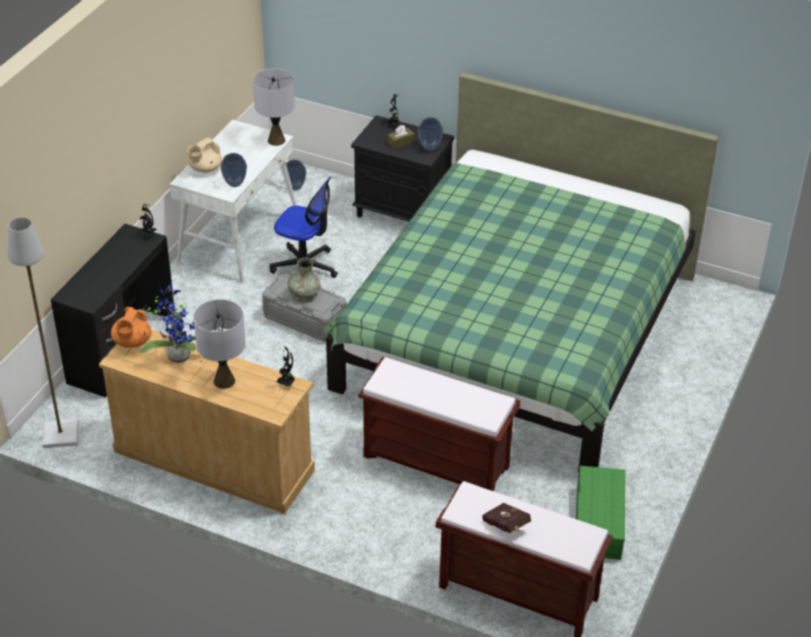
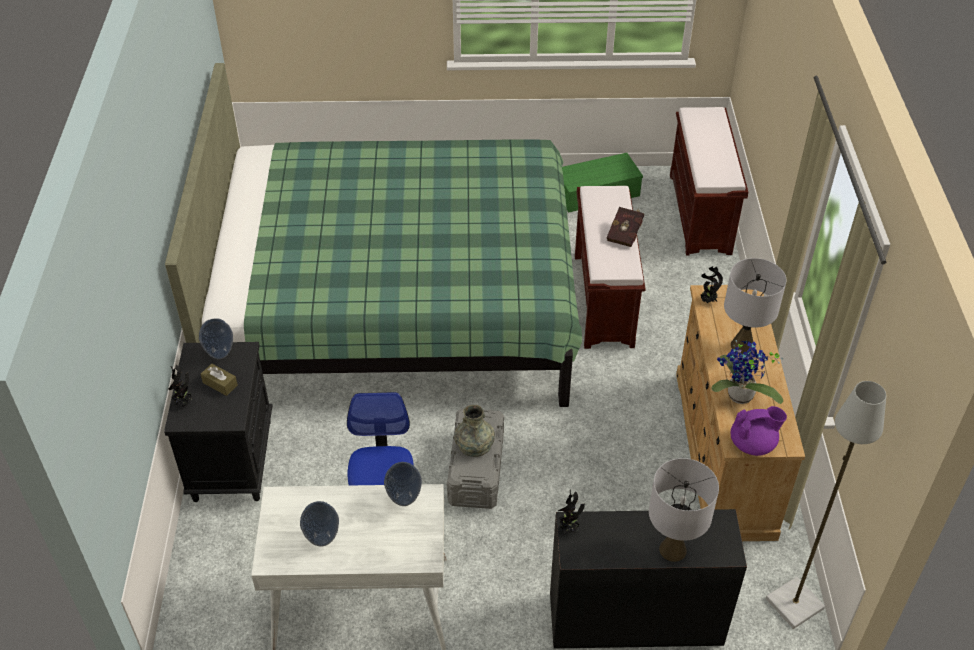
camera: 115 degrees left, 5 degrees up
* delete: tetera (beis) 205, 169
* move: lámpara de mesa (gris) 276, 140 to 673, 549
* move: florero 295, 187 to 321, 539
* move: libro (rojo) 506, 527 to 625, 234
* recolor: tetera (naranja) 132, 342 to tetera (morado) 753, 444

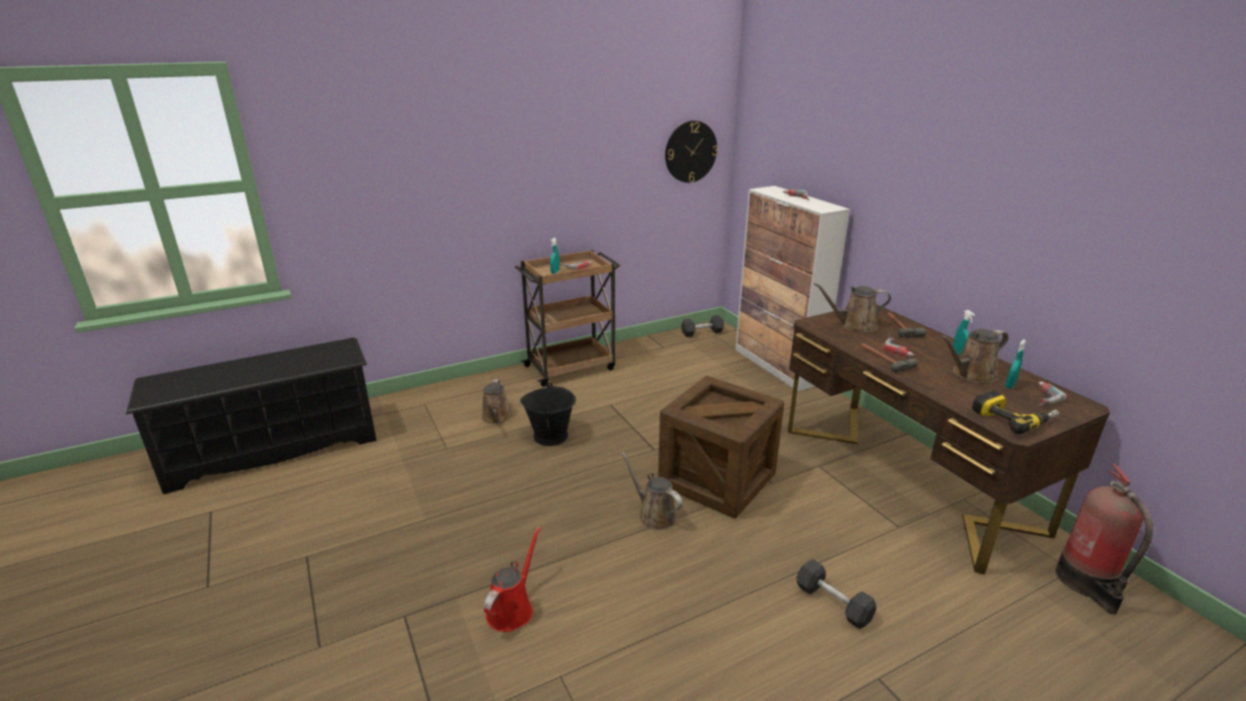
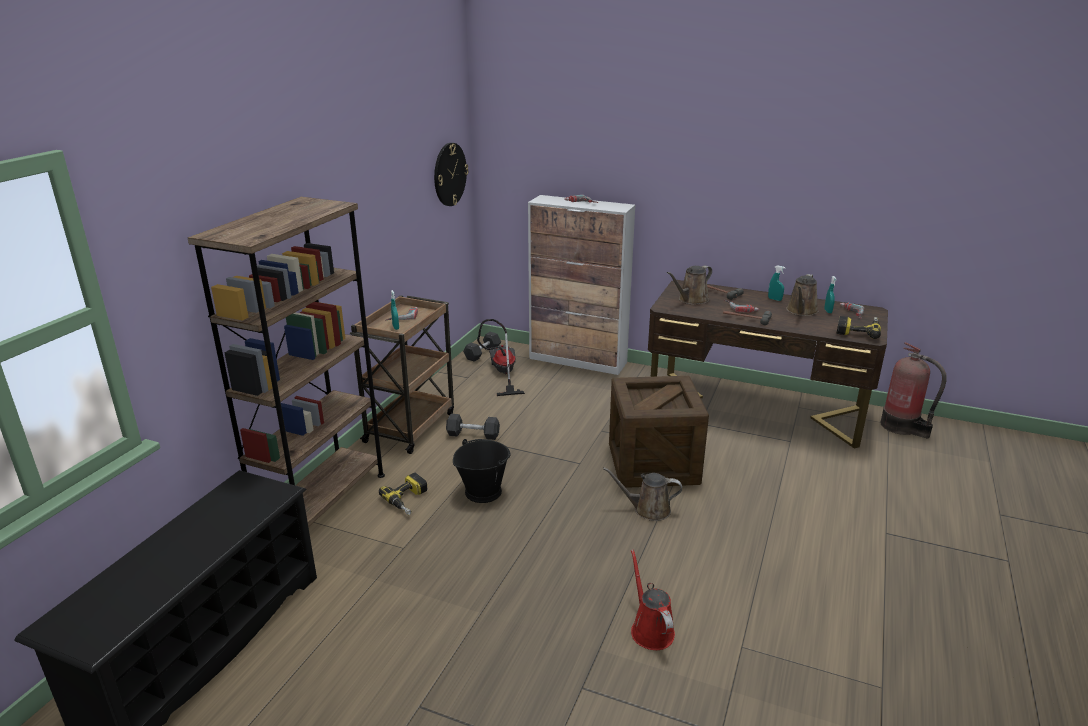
camera: 40 degrees left, 0 degrees up
* insert: estantería (marrón) 322, 504
* insert: aspiradora 502, 373
* move: mancuerna (gris) 833, 603 to 473, 434
* replace: regadera (marrón) 496, 418 to taladro 409, 500

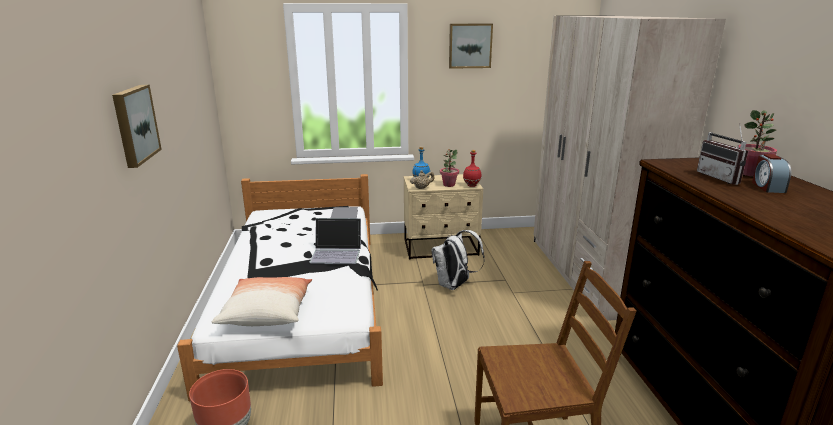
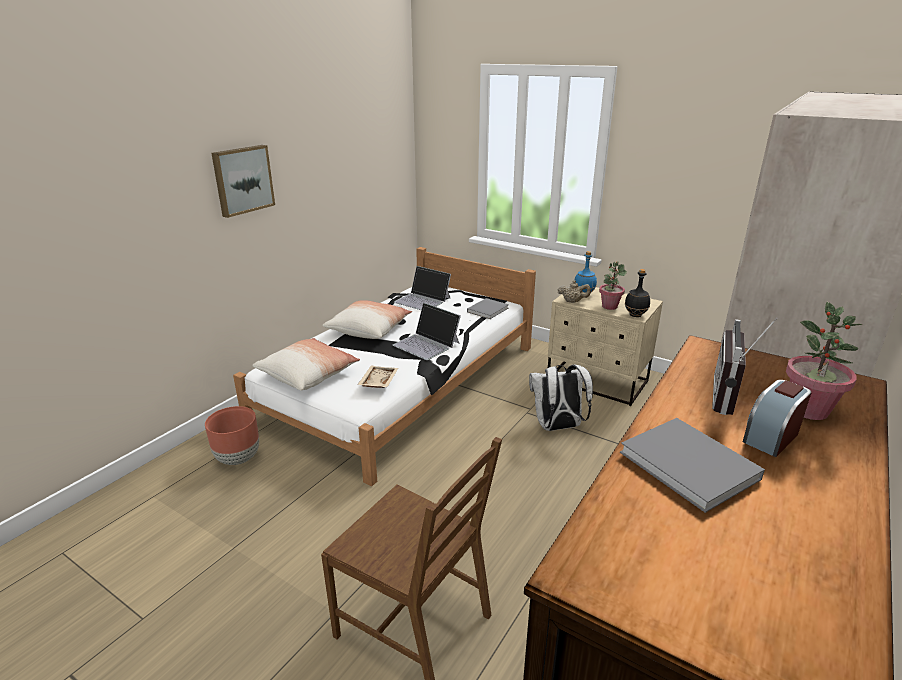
camera: 40 degrees right, 5 degrees up
* delete: cuadro 470, 46
* insert: cojín 369, 329
* insert: bandeja (beis) 378, 382
* insert: portátil 423, 300
* insert: libro (gris) 691, 467
* recolor: botella (rojo) 471, 186 to botella (negro) 635, 315

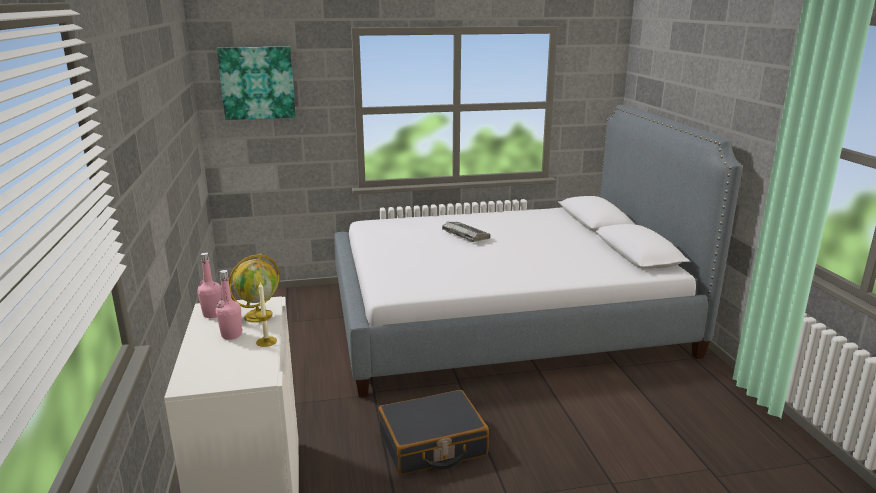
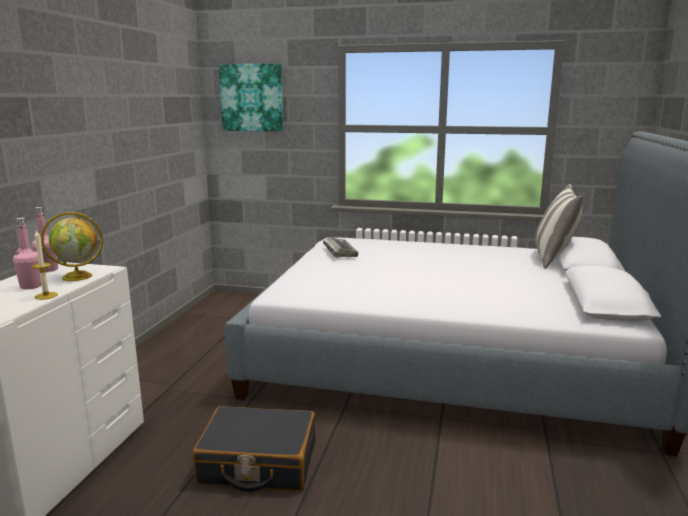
camera: 25 degrees right, 5 degrees down
* insert: cojín 553, 259
* move: teclado 465, 235 to 339, 251

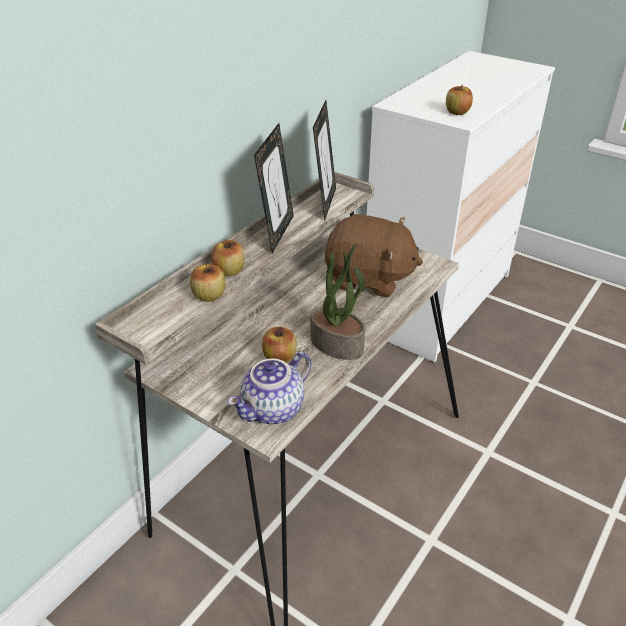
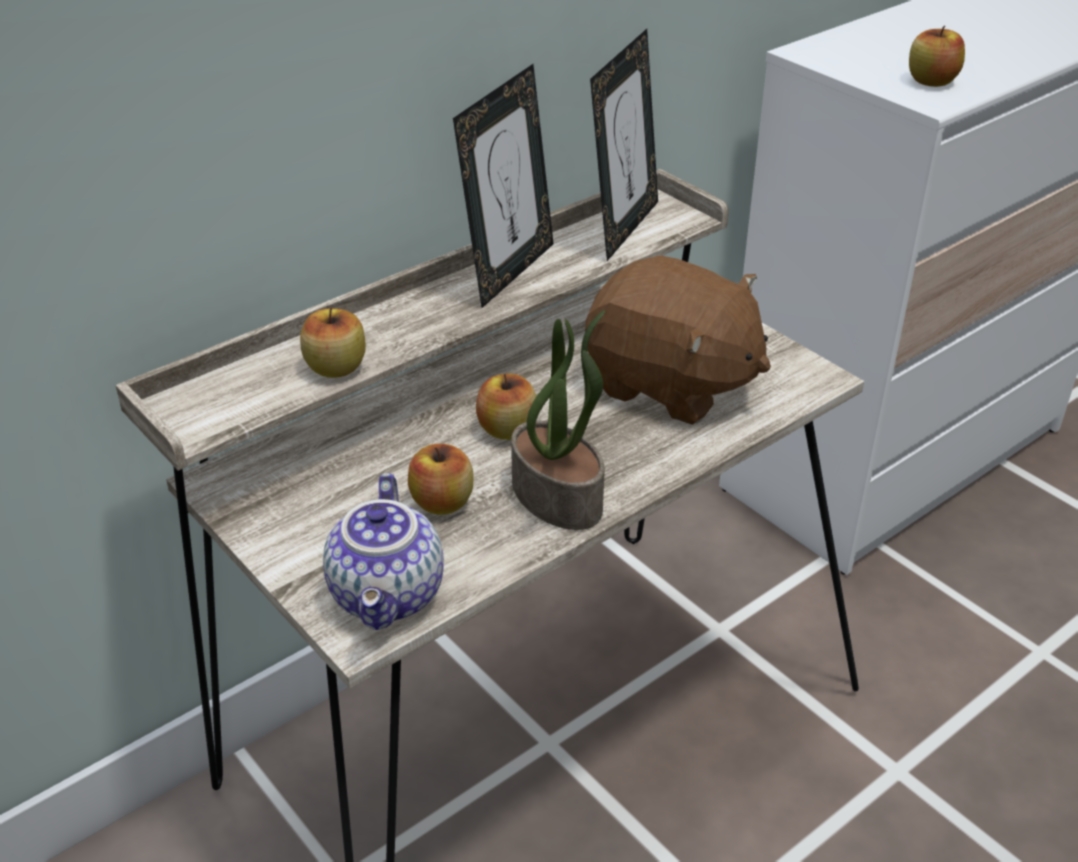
camera: 15 degrees right, 0 degrees up
* move: manzana 229, 271 to 507, 429
* rotate: tetera 273, 410 = 390, 596 60 degrees counterclockwise

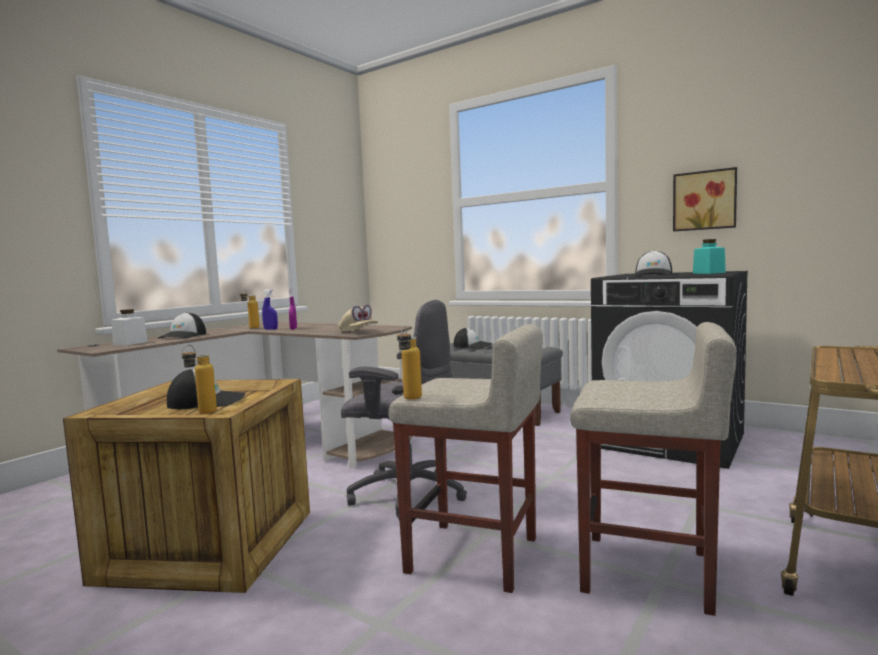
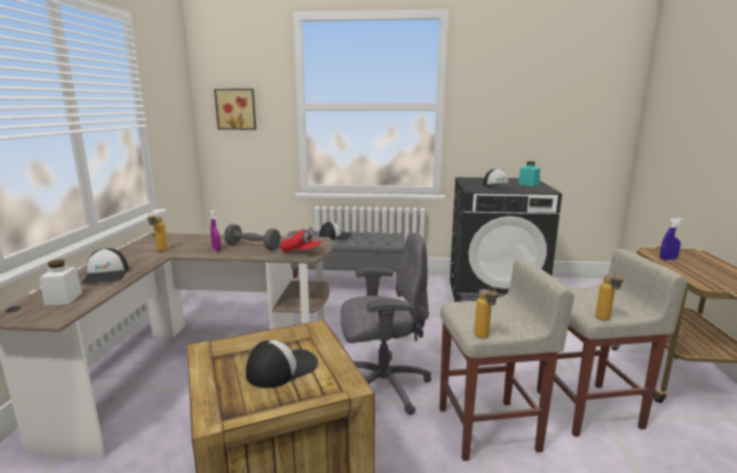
camera: 30 degrees left, 10 degrees up
* insert: mancuerna (gris) 253, 246
* move: botella 201, 413 to 605, 320
* move: pulverizador (azul) 270, 329 to 668, 259
* move: cuadro 704, 200 to 236, 109
* recolor: gorra (beis) 358, 332 to gorra (rojo) 301, 252

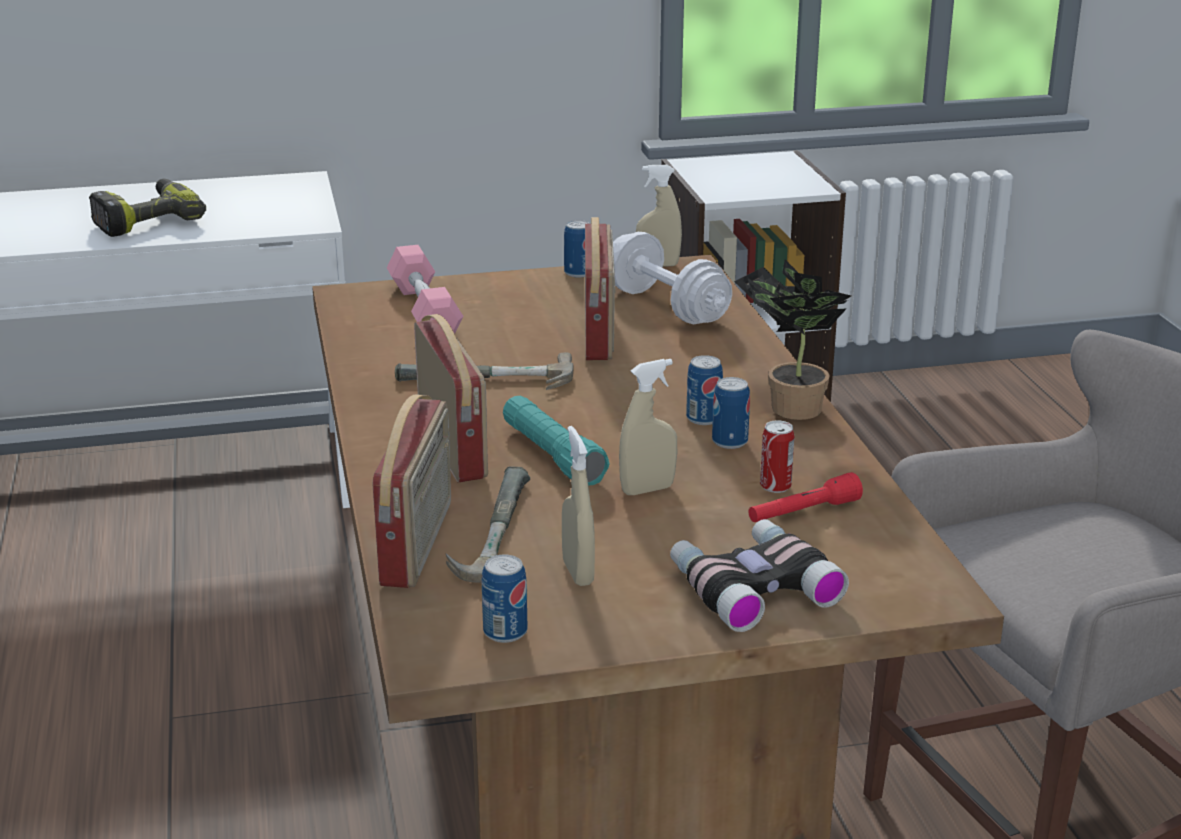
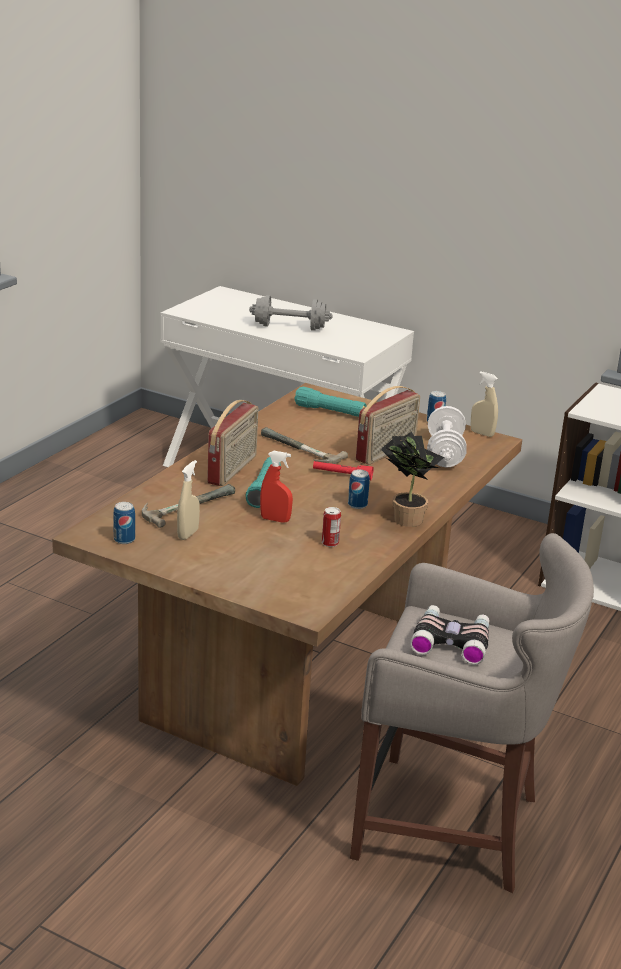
camera: 40 degrees right, 0 degrees up
* delete: radio 419, 544
* delete: lata 729, 442
* move: prismáticos 752, 586 to 451, 641
* move: linterna (rojo) 803, 512 to 342, 475
* replace: taladro 146, 220 to mancuerna (gris) 290, 327
* replace: mancuerna (rosa) 424, 311 to linterna (turquesa) 330, 411
* recolor: pulverizador (beis) 647, 489 to pulverizador (rojo) 275, 519

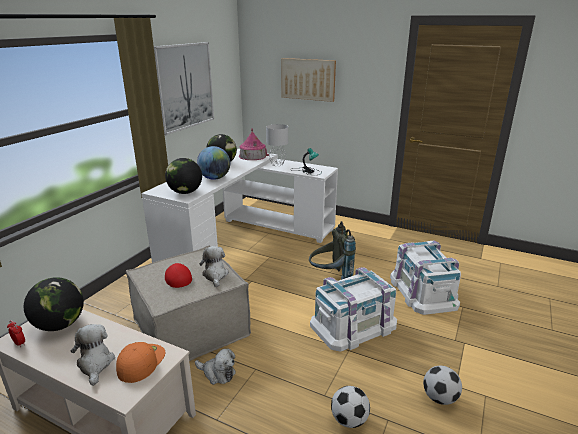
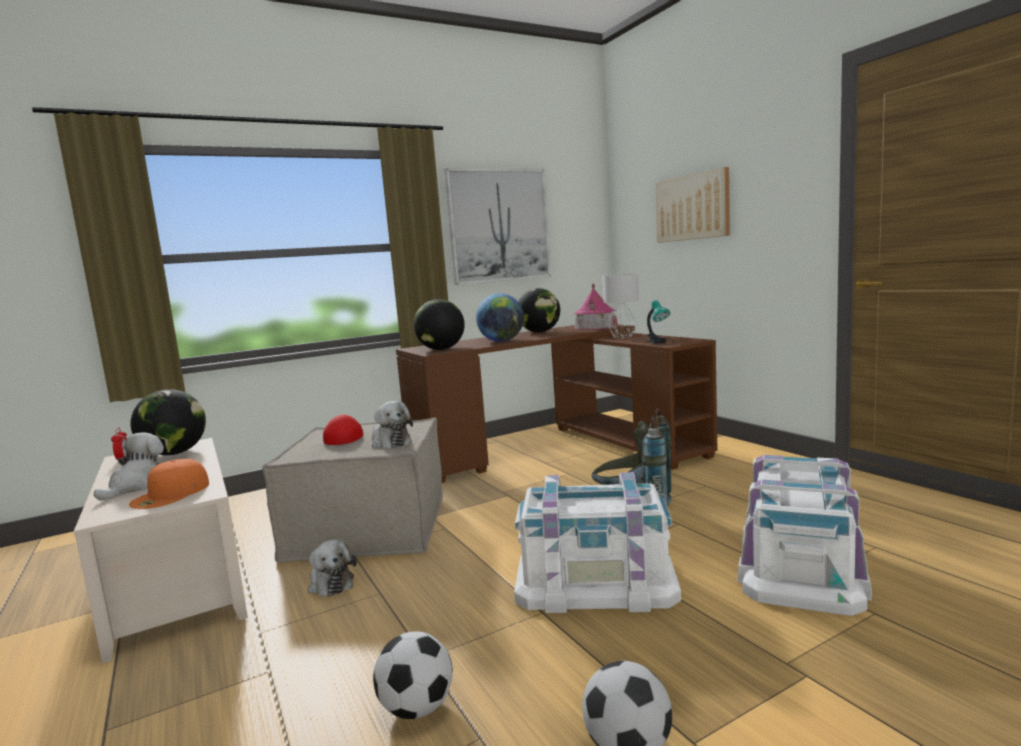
camera: 35 degrees right, 15 degrees down
* recolor: escritorio (blanco) 244, 237 to escritorio (marrón) 560, 449
* rotate: gorra (naranja) 141, 362 = 171, 494 150 degrees clockwise
* rotate: peluche 215, 275 = 390, 442 120 degrees clockwise

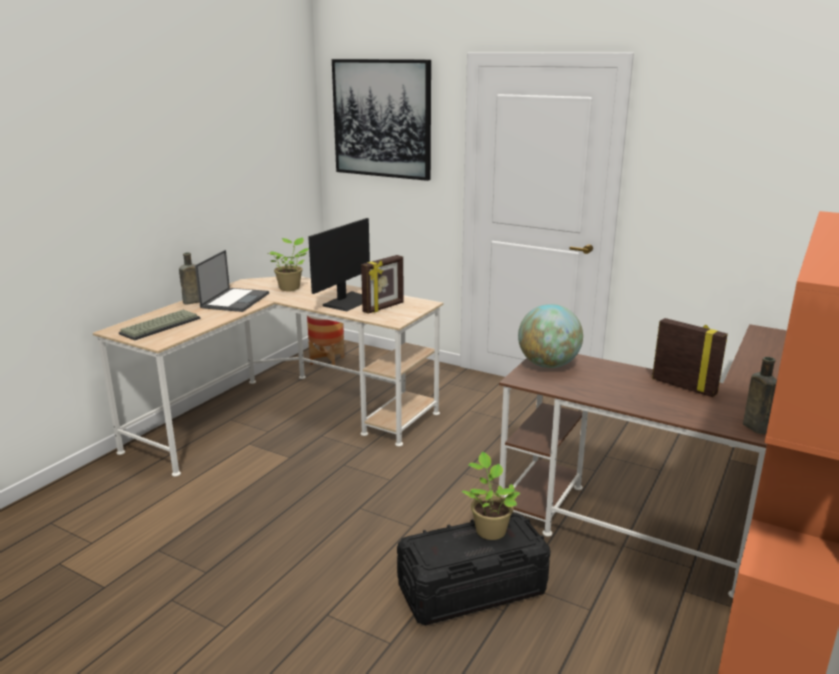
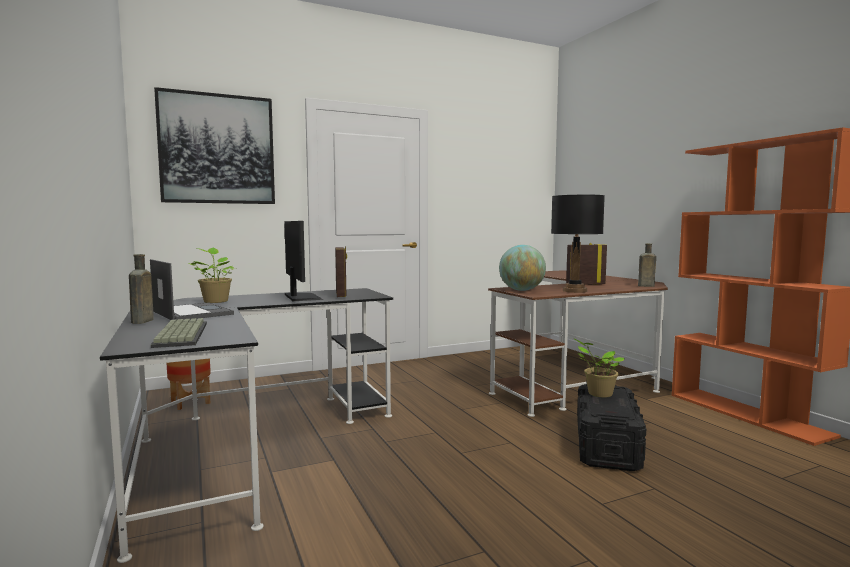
camera: 55 degrees left, 15 degrees down
* insert: lámpara de mesa (negro) 574, 291
* recolor: escritorio (beis) 283, 415 to escritorio (negro) 250, 443

